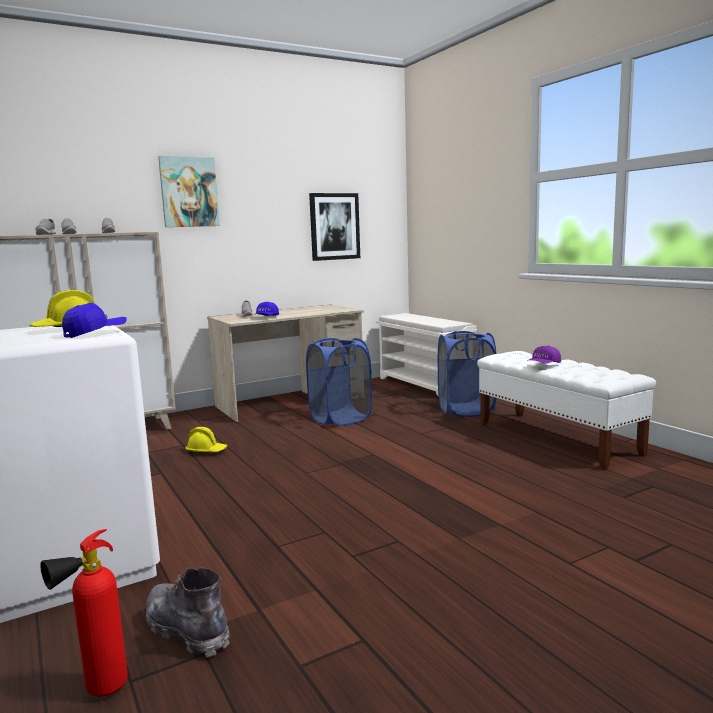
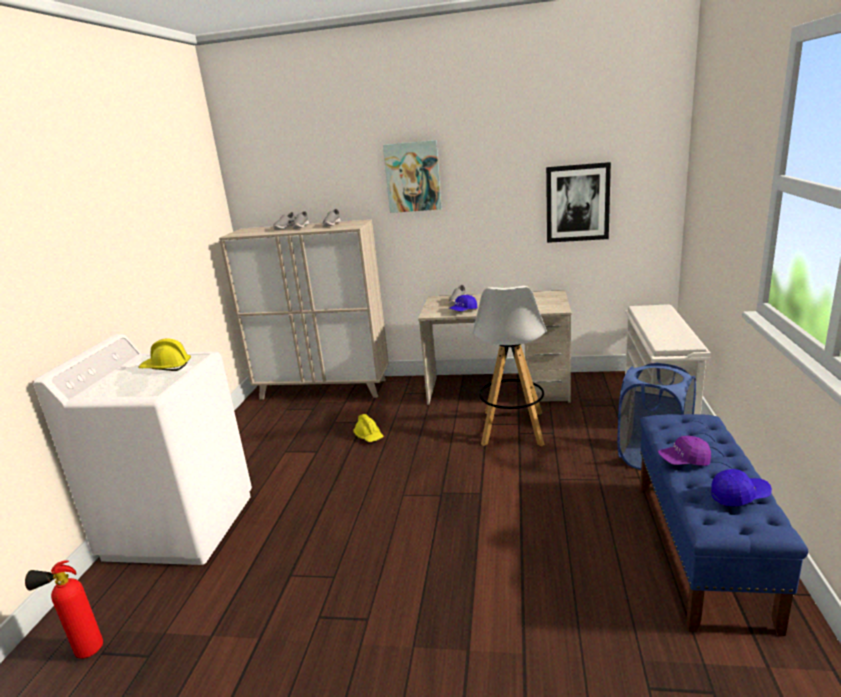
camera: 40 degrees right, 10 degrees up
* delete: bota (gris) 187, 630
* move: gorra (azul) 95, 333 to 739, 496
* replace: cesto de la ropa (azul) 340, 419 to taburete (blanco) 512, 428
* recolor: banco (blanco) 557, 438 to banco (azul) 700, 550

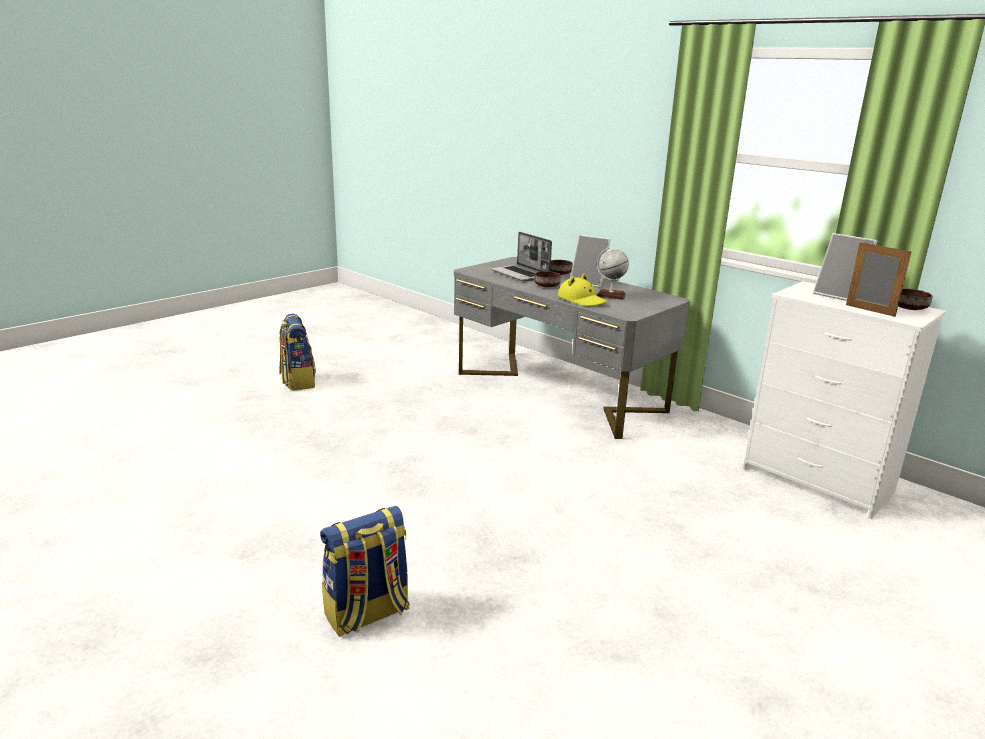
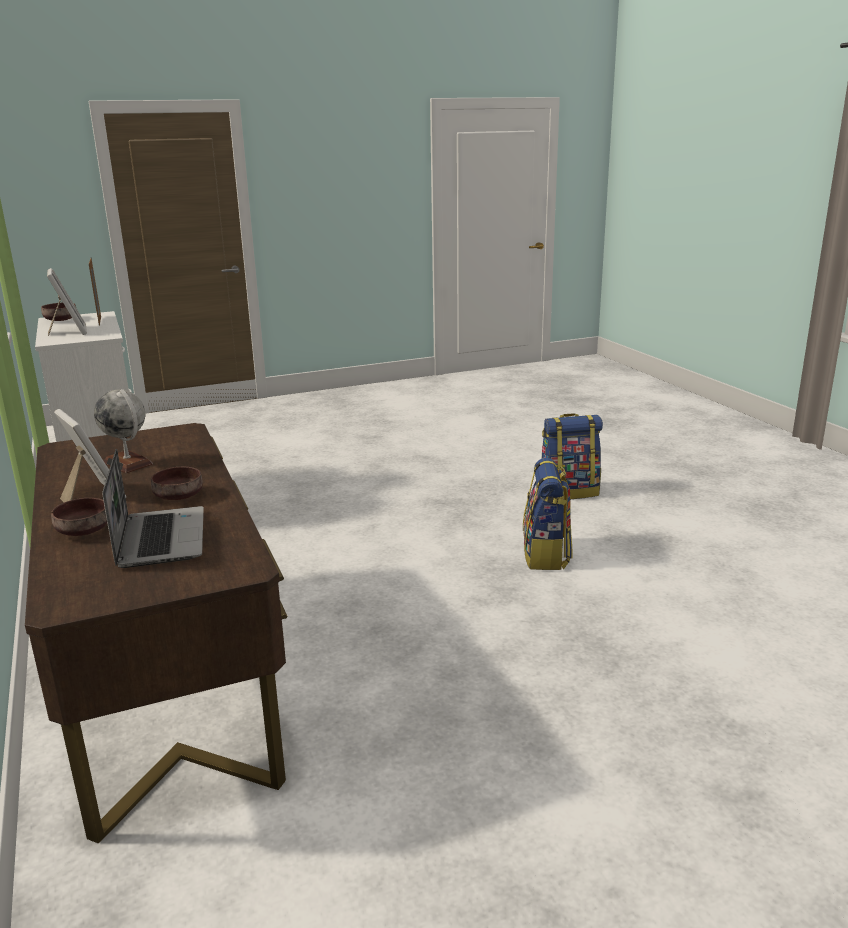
camera: 155 degrees left, 0 degrees up
* delete: sombrero (amarillo) 582, 300
* move: mochila 298, 381 to 546, 555
* recolor: escritorio (gris) 558, 391 to escritorio (marrón) 166, 682

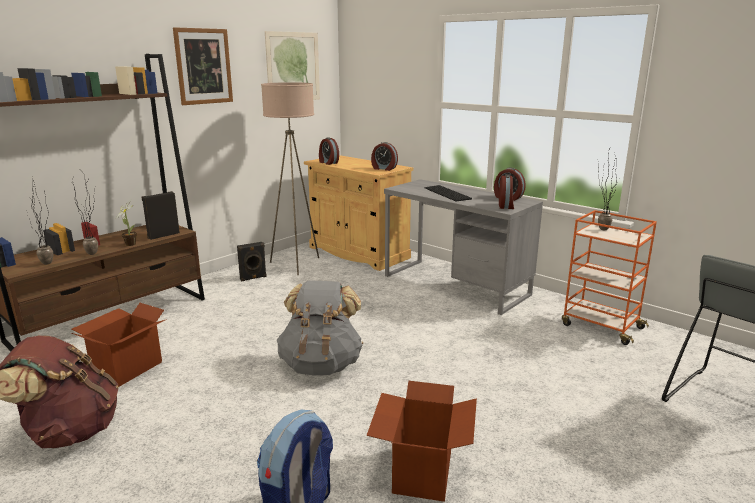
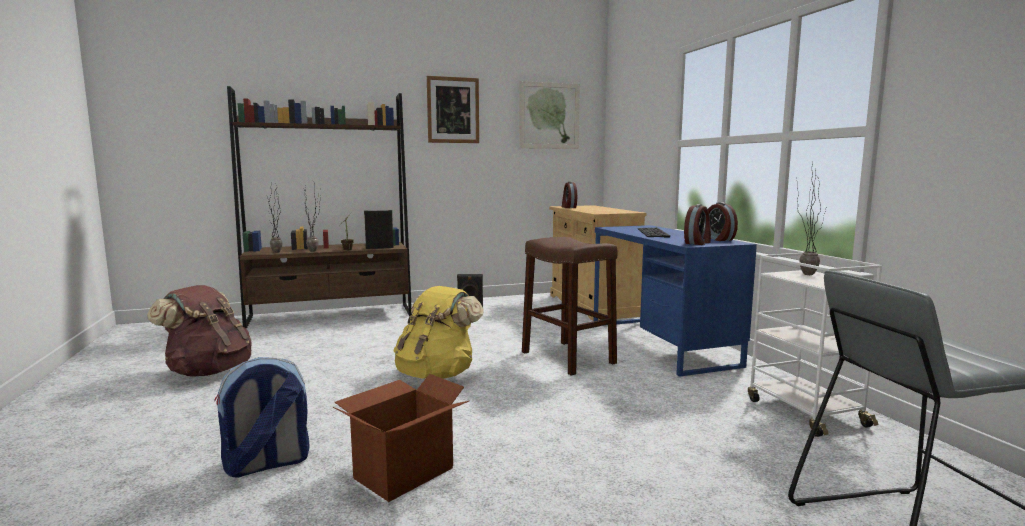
camera: 30 degrees right, 10 degrees down
* delete: caja de cartón 127, 369
* delete: lámpara de pie (beis) 296, 265
* delete: despertador 384, 168
* insert: taburete (marrón) 567, 357
* recolor: mochila (gris) 321, 364 to mochila (amarillo) 437, 374
* recolor: escritorio (gris) 455, 285 to escritorio (azul) 660, 344
* recolor: carrito (naranja) 600, 326 to carrito (blanco) 804, 412

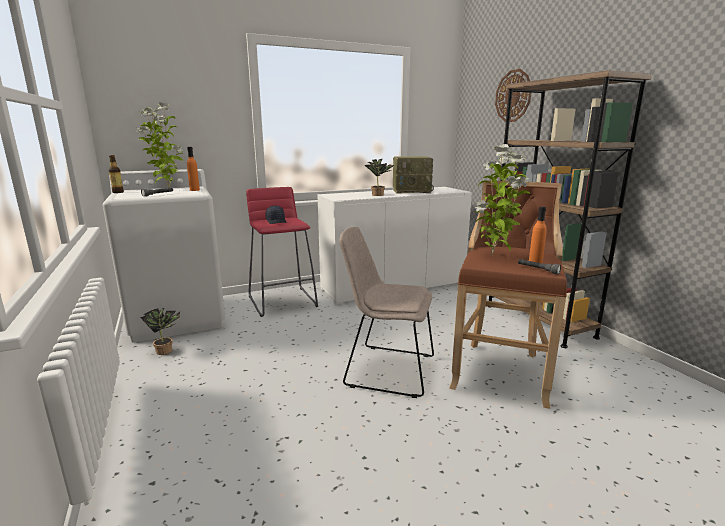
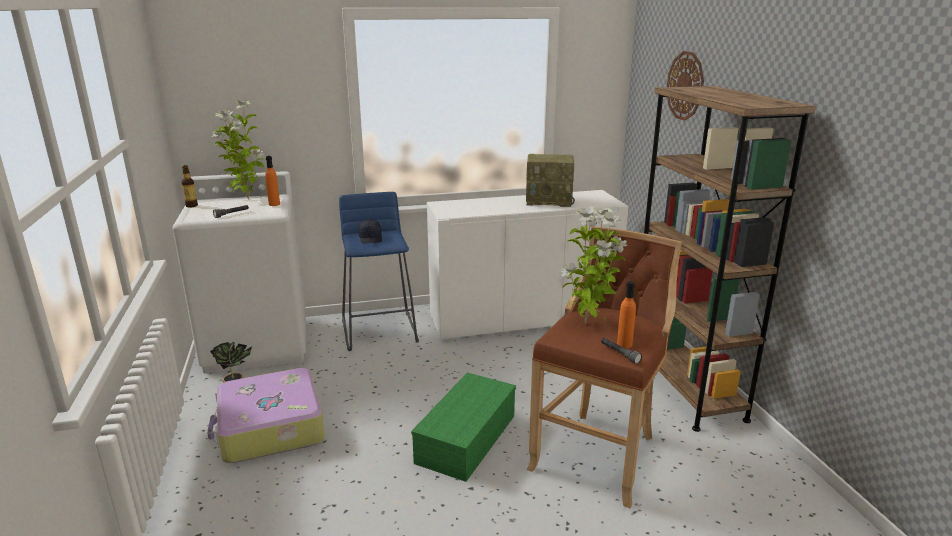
camera: 10 degrees right, 5 degrees up
* delete: planta en maceta 379, 195
* insert: maleta 270, 428
* replace: silla (beis) 386, 369 to caja de almacenaje (verde) 466, 437
* recolor: taburete (rojo) 283, 301 to taburete (azul) 380, 330

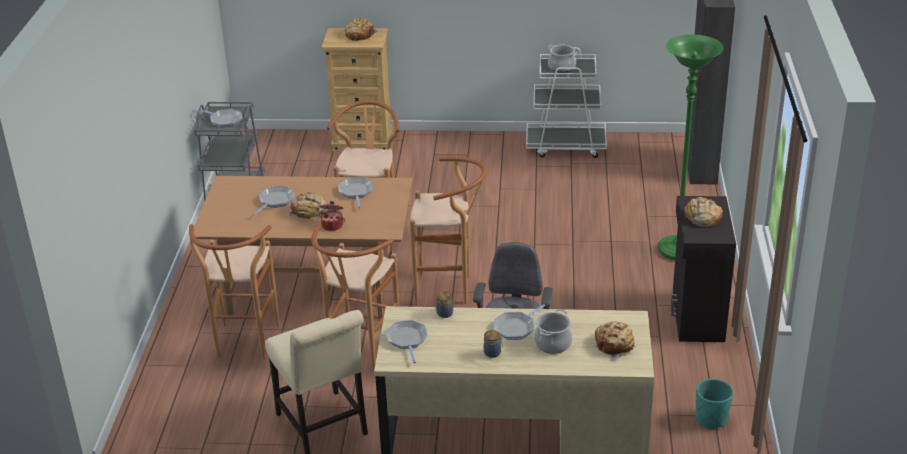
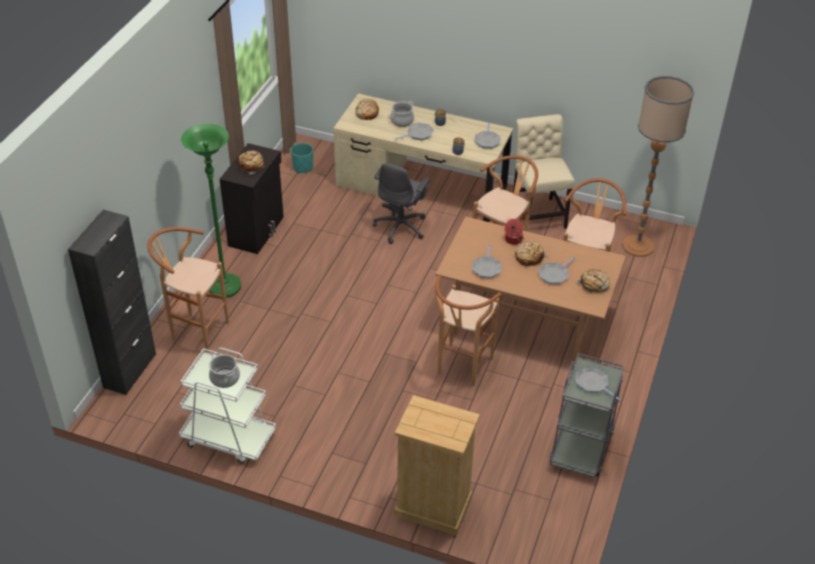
camera: 165 degrees left, 10 degrees up
* insert: lámpara de pie 637, 246
* move: pan 359, 35 to 594, 285
* move: taburete (marrón) 449, 289 to 195, 330

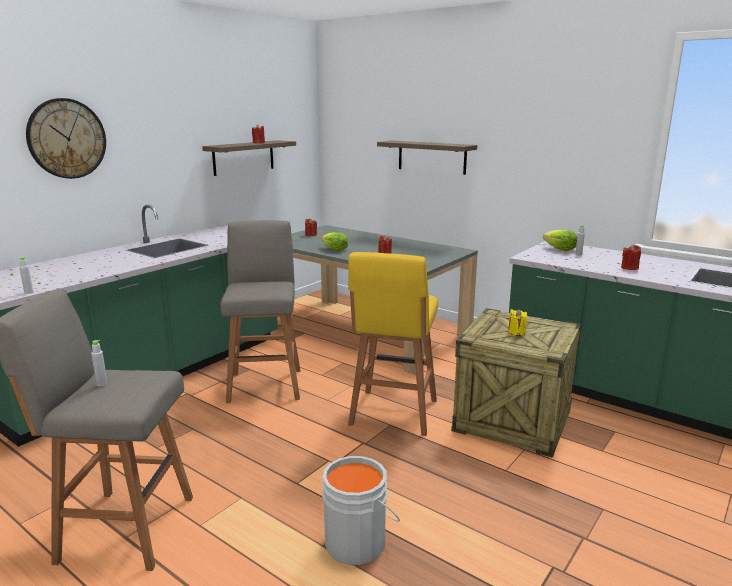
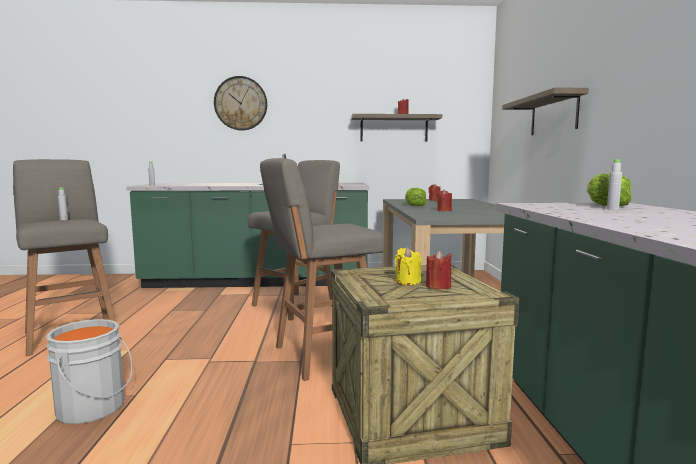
camera: 50 degrees right, 10 degrees down
* move: vela (rojo) 629, 268 to 438, 287
* recolor: taburete (amarillo) 393, 414 to taburete (gris) 322, 356

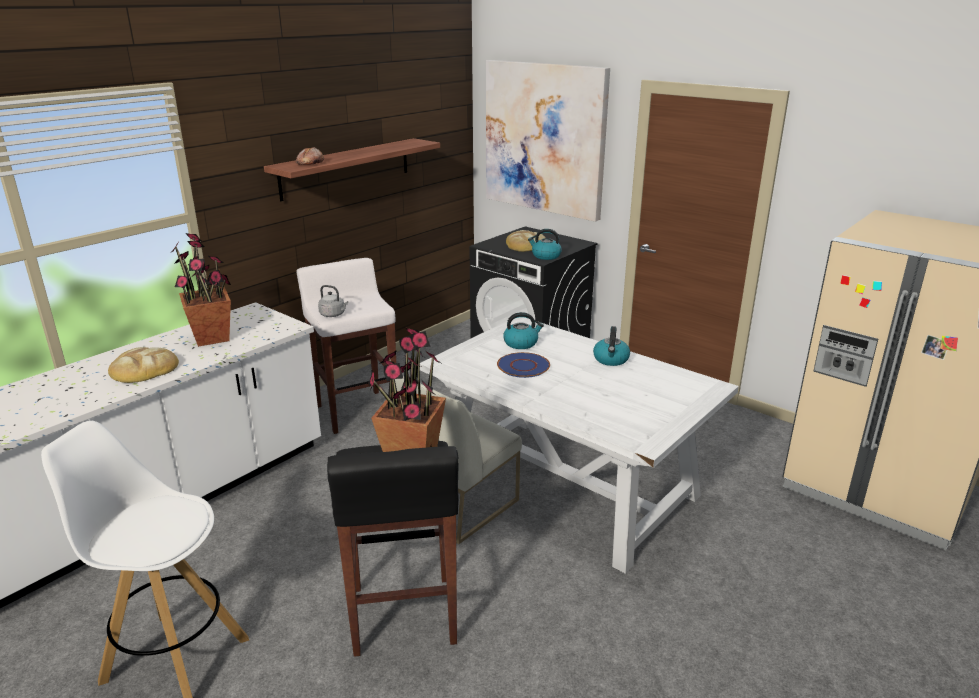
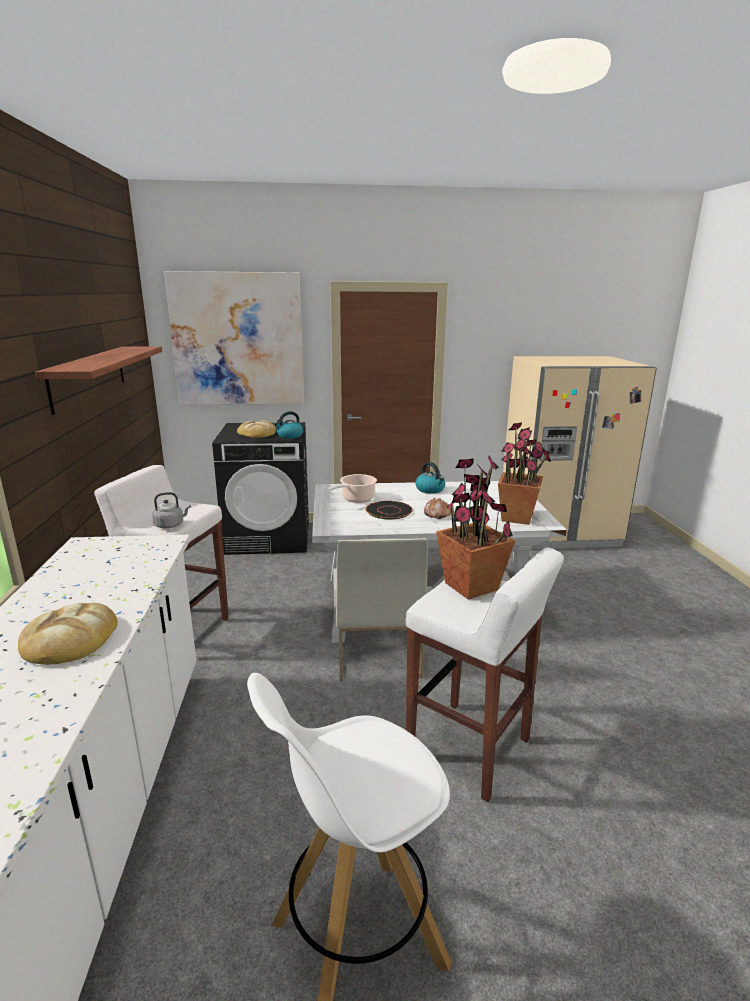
camera: 45 degrees left, 5 degrees down
* move: planta en maceta 212, 338 to 517, 518
* move: pan 310, 163 to 436, 514
* replace: hervidor 521, 343 to olla 356, 499
* recolor: taburete (negro) 403, 617 to taburete (blanco) 470, 749
* recolor: plato (azul) 523, 366 to plato (negro) 389, 511

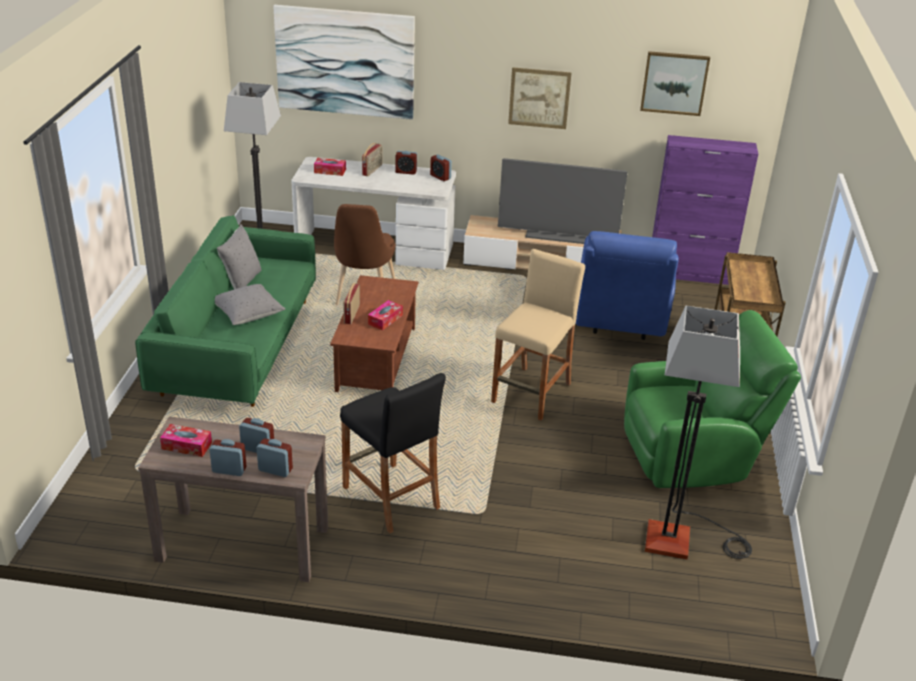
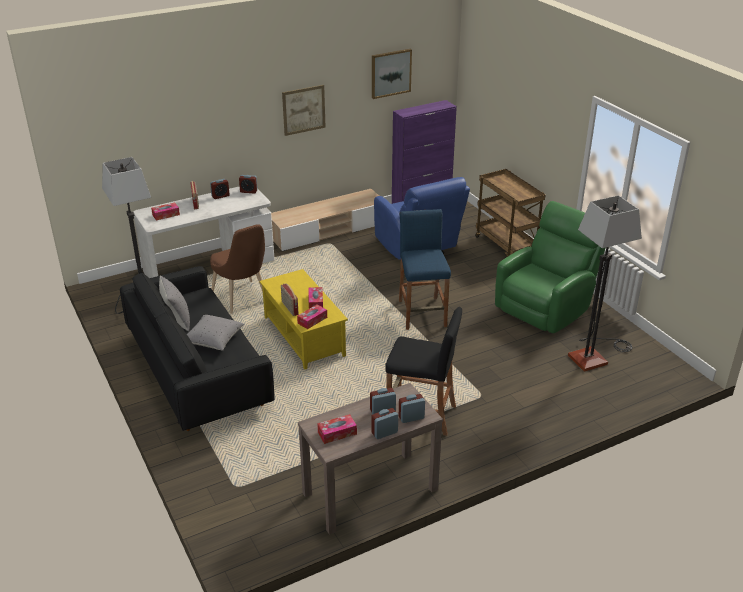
camera: 35 degrees left, 0 degrees up
* delete: cuadro 345, 62
* delete: televisor 557, 234
* insert: caja de pañuelos 312, 320
* recolor: sofá (verde) 238, 346 to sofá (negro) 198, 371
* recolor: mesa de centro (marrón) 375, 359 to mesa de centro (amarillo) 303, 337
* recolor: taburete (beis) 532, 393 to taburete (azul) 422, 313

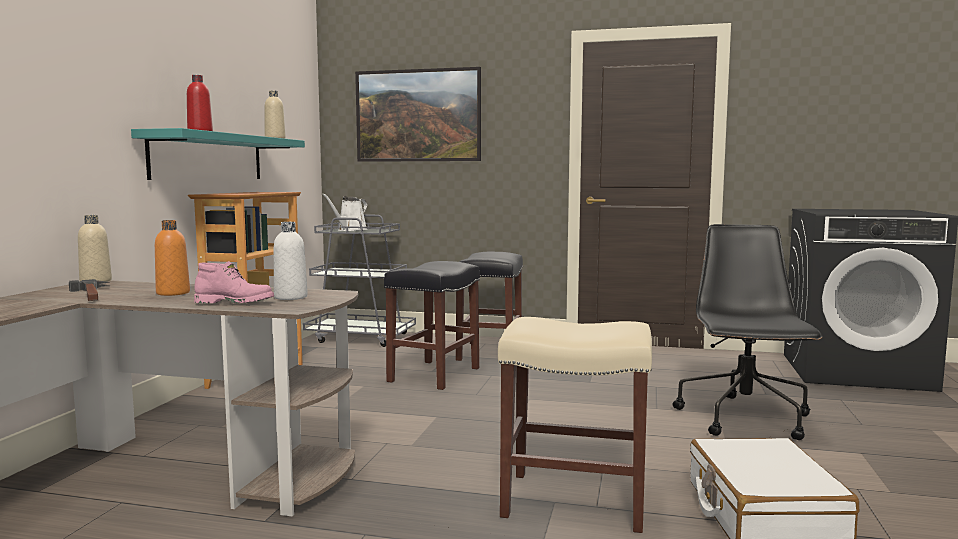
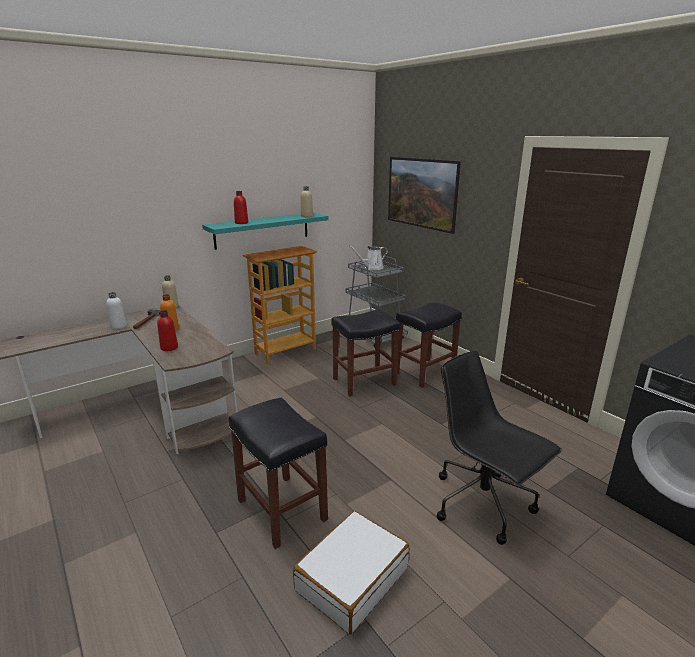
camera: 40 degrees right, 15 degrees up
* move: botella (blanco) 290, 297 to 118, 326
* replace: bota (rosa) 235, 302 to botella (rojo) 169, 348
* recolor: taburete (beis) 576, 500 to taburete (negro) 283, 510
* rotate: silla de oficina (negro) 745, 419 = 484, 504 90 degrees counterclockwise

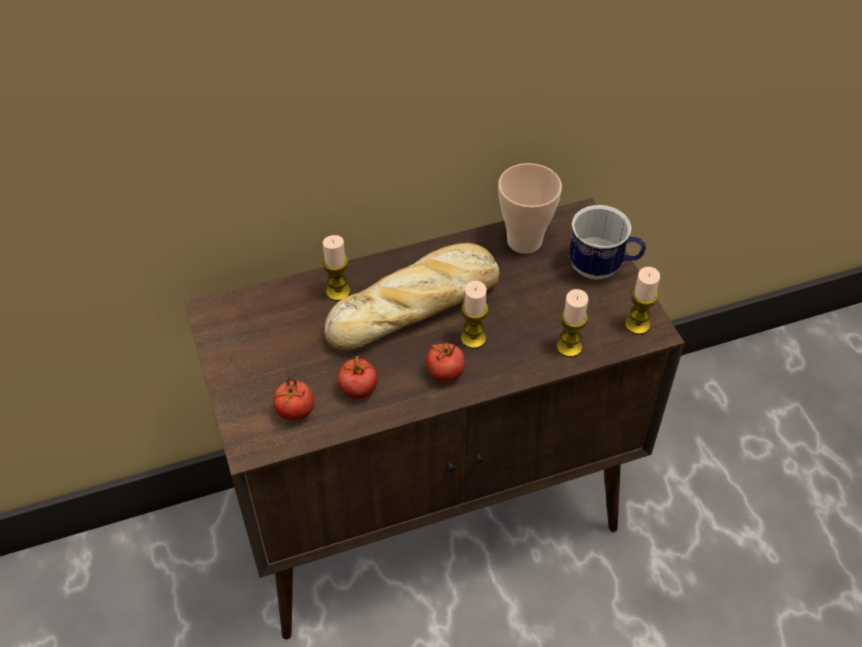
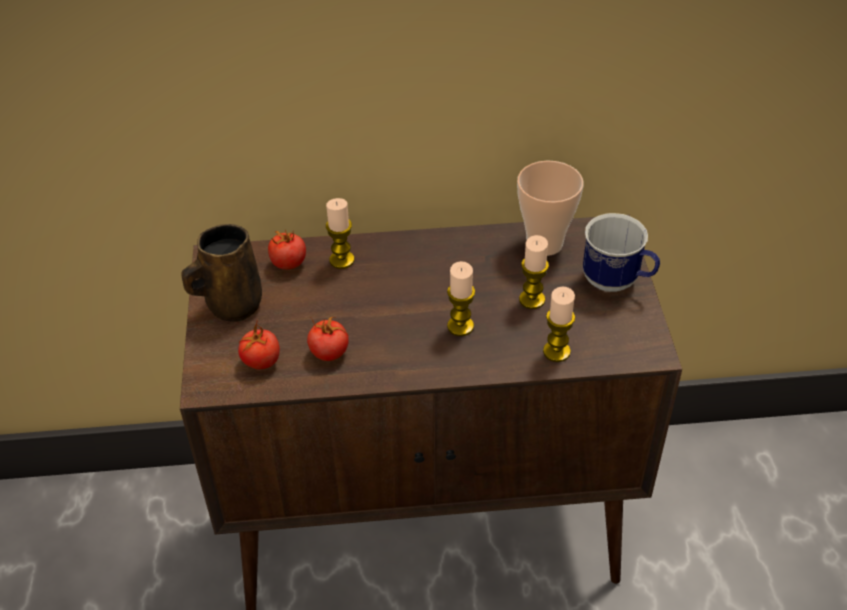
camera: 15 degrees right, 5 degrees down
* delete: pan 417, 306
* insert: taza grande (marrón) 231, 305
* move: tomate 445, 373 to 289, 263
* move: vela 637, 325 to 532, 299

